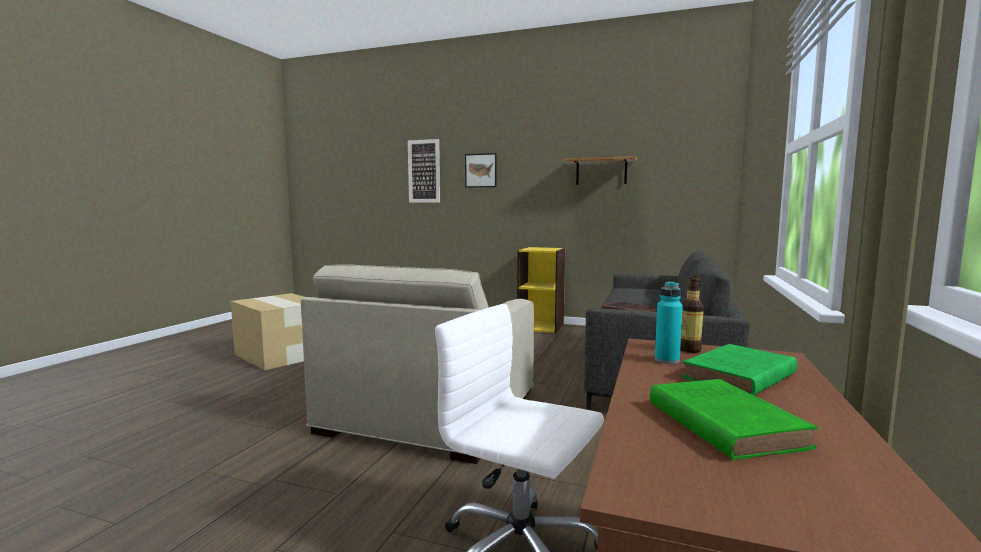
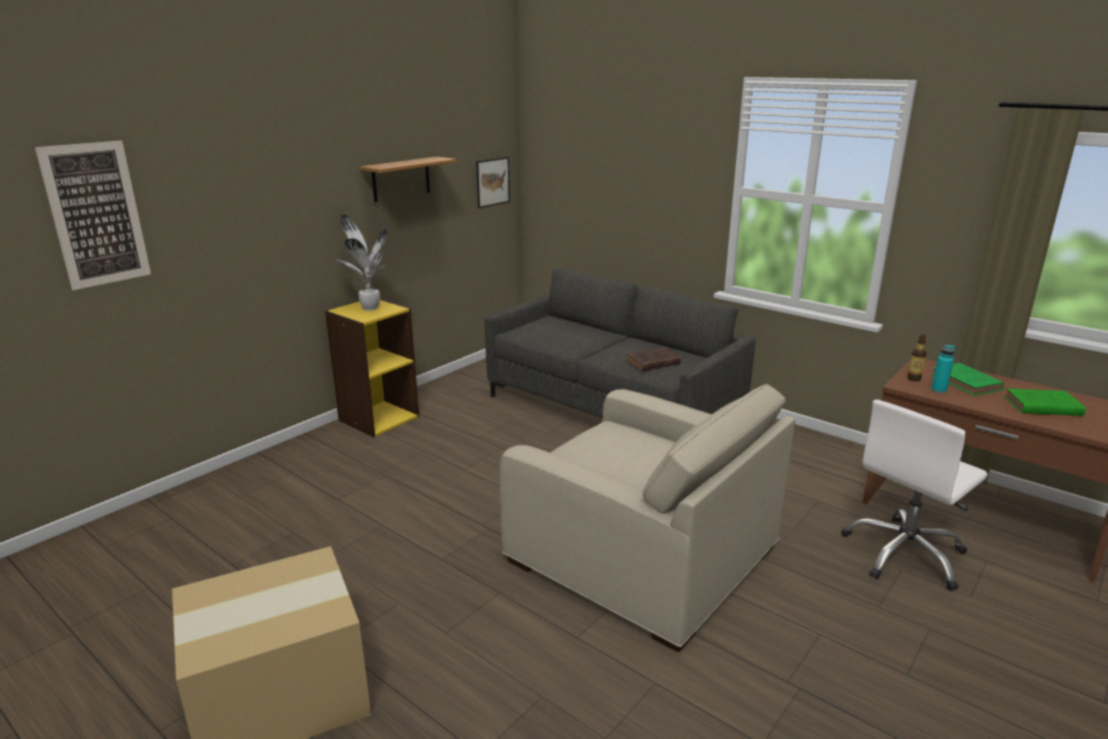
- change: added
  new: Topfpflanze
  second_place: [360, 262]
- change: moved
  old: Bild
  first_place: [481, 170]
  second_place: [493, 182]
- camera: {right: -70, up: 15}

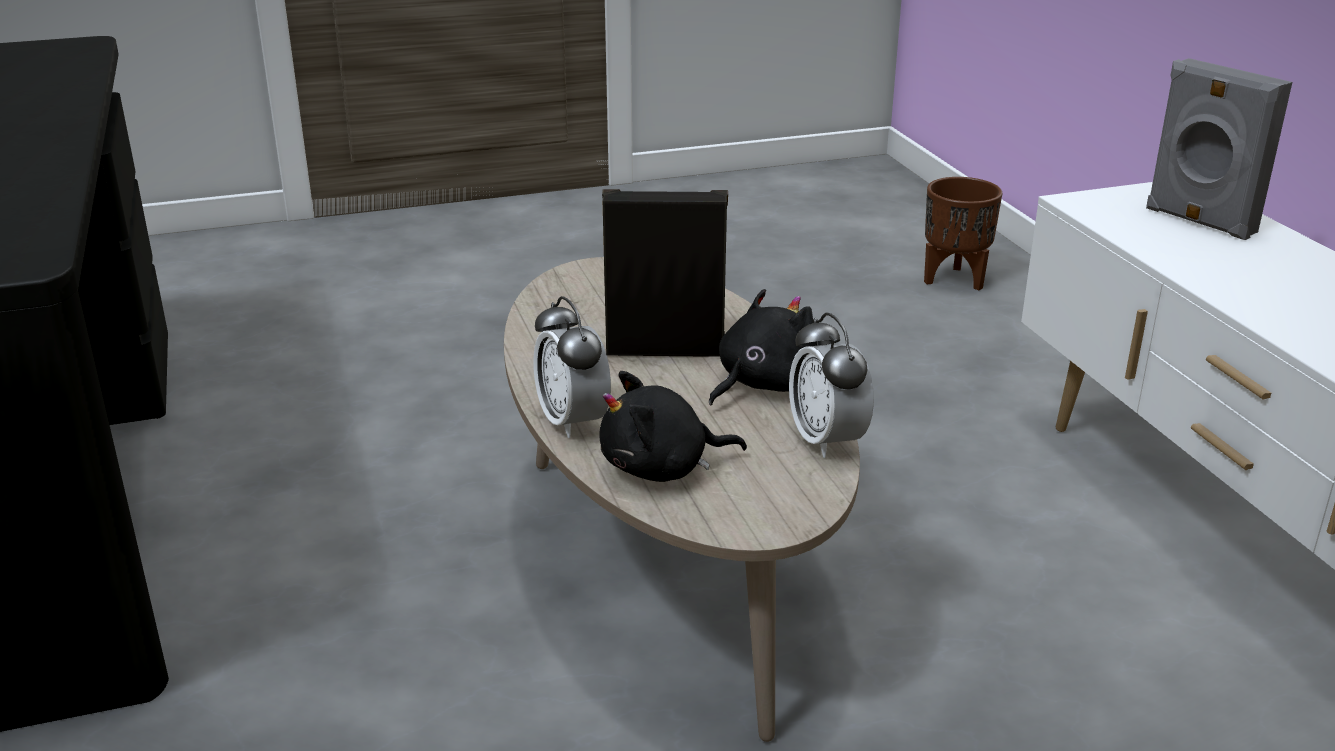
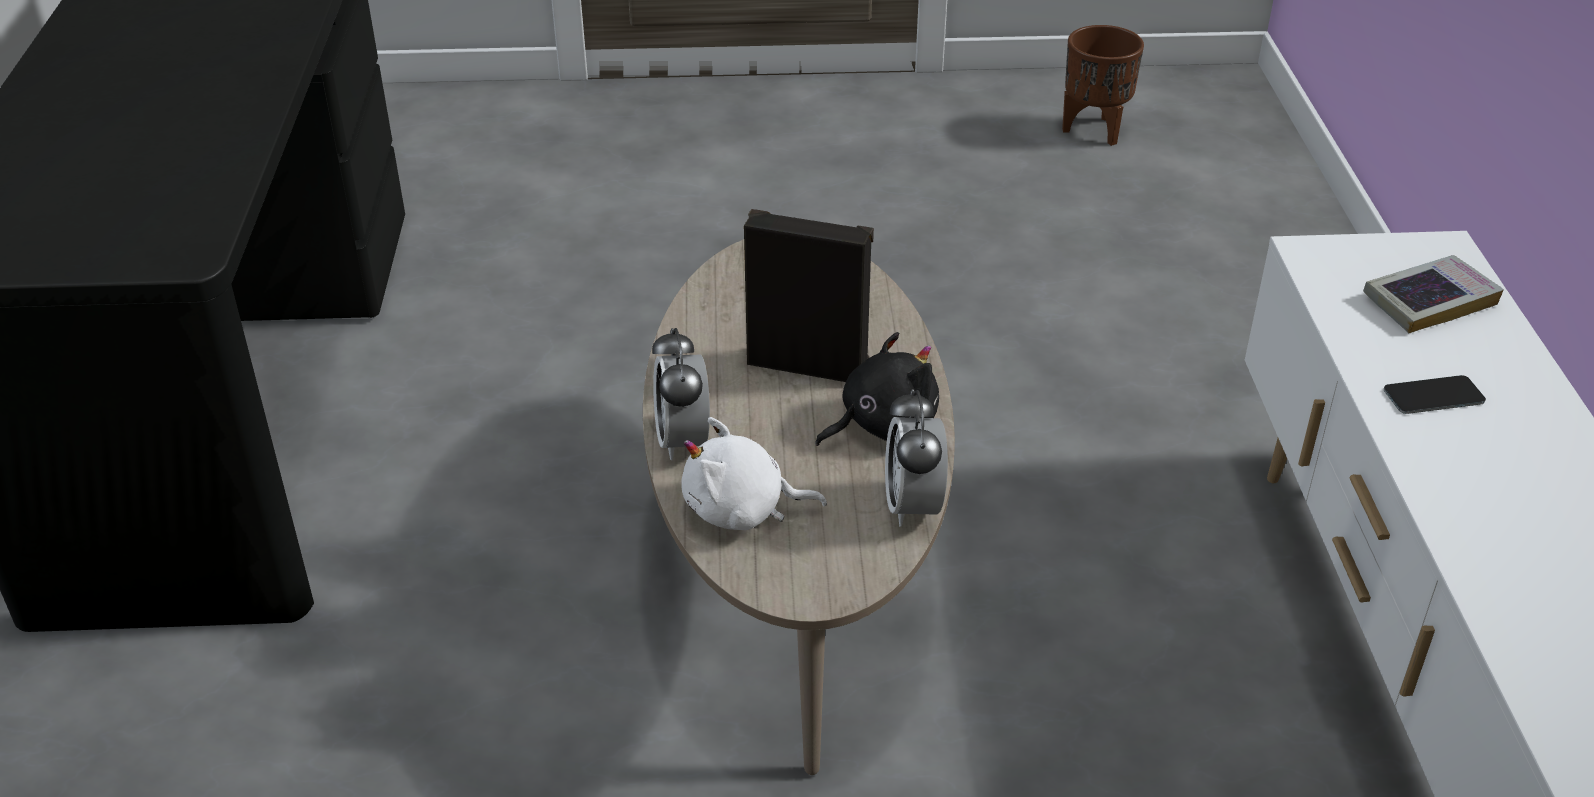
- change: recoloured
  old: Plüschtier [schwarz]
  new: Plüschtier [weiß]
  first_place: [673, 426]
  second_place: [754, 473]
- change: moved
  old: Pflanzkübel [braun]
  first_place: [963, 233]
  second_place: [1103, 85]
- change: replaced
  old: Lautsprecher [grau]
  new: Buch
  first_place: [1219, 149]
  second_place: [1433, 294]
- change: added
  new: Handy
  second_place: [1435, 394]
- camera: {right: 15, up: 10}

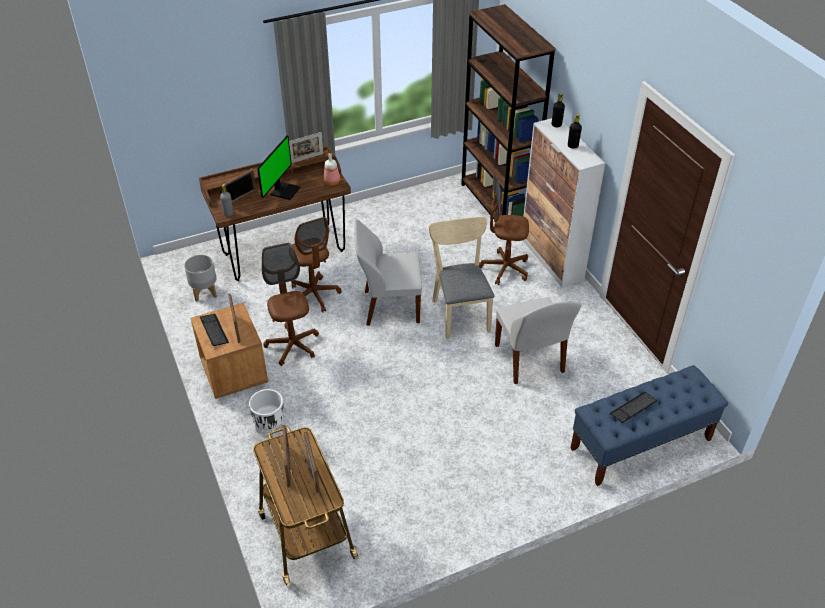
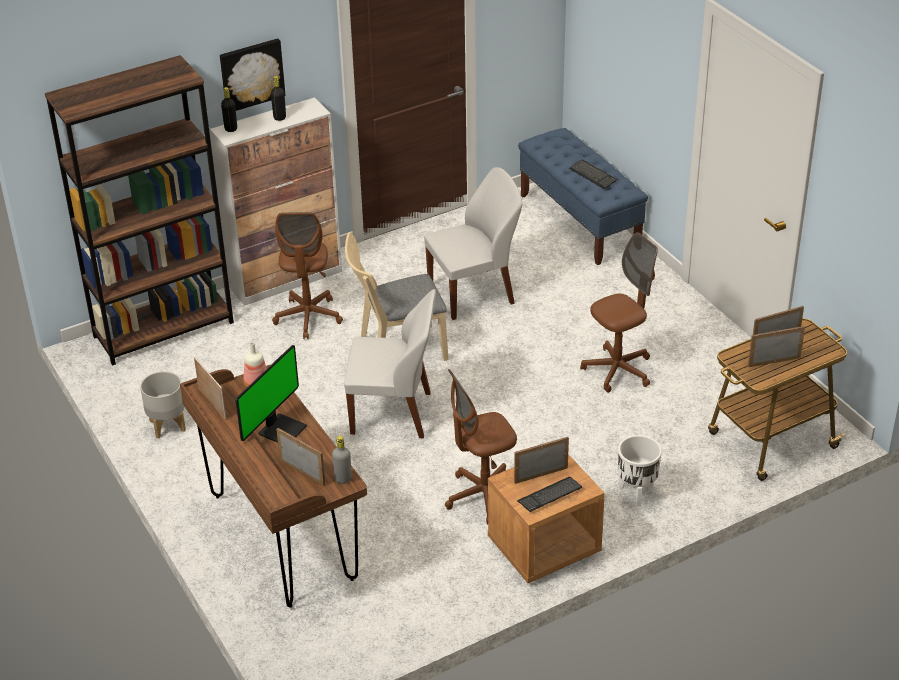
- change: moved
  old: Pflanzkübel [grau]
  first_place: [200, 277]
  second_place: [163, 405]
- change: added
  new: Bild
  second_place: [253, 75]
- change: turned
  old: Monitor
  first_place: [278, 168]
  second_place: [271, 394]
  degrees: 105
- change: turned
  old: Stuhl [weiß]
  first_place: [388, 272]
  second_place: [390, 363]
  degrees: -75
- change: moved
  old: Bürostuhl [braun]
  first_place: [316, 265]
  second_place: [619, 312]
- camera: {right: -95, up: -5}

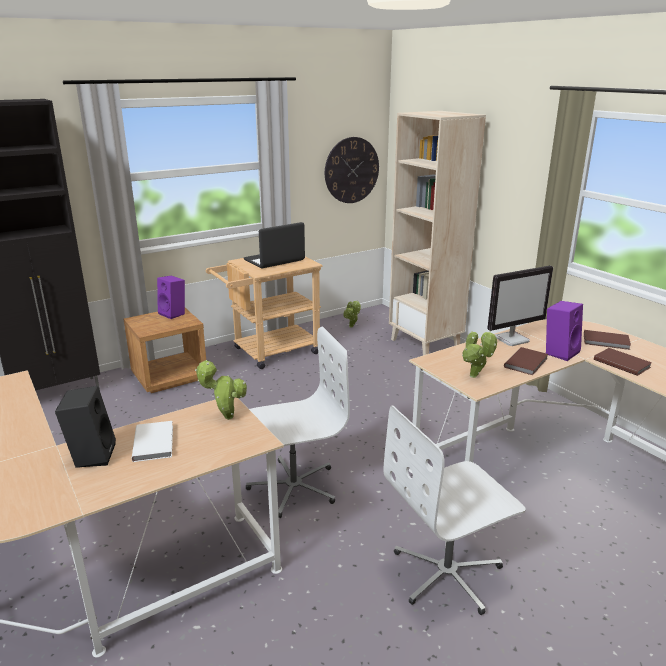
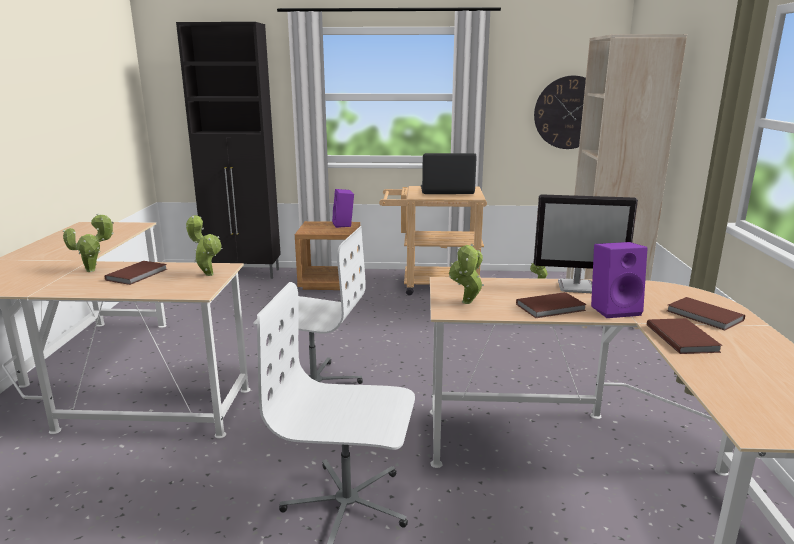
- change: replaced
  old: Lautsprecher [schwarz]
  new: Topfpflanze
  first_place: [85, 426]
  second_place: [88, 242]
- change: recoloured
  old: Buch [weiß]
  new: Buch [braun]
  first_place: [152, 441]
  second_place: [136, 273]
- camera: {right: 35, up: -5}

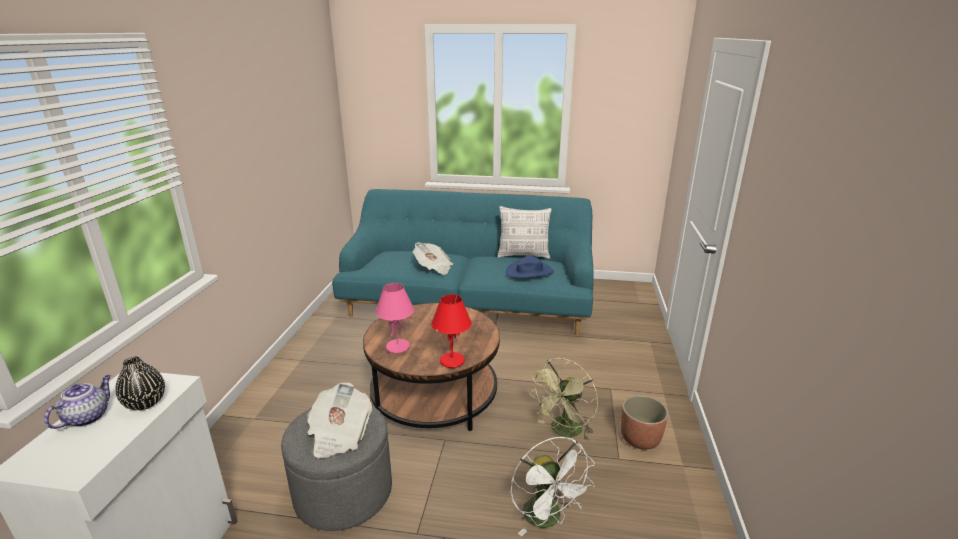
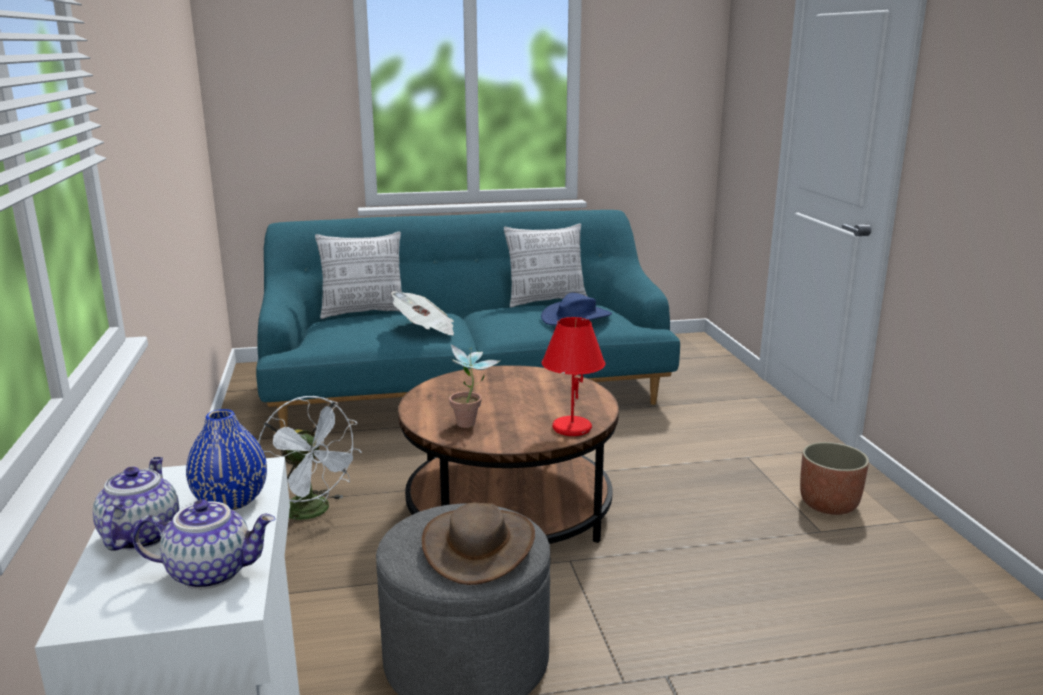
- change: added
  new: Teekanne
  second_place: [203, 544]
- change: recoloured
  old: Vase [schwarz]
  new: Vase [blau]
  first_place: [140, 383]
  second_place: [226, 459]
- change: moved
  old: Ventilator [weiß]
  first_place: [553, 486]
  second_place: [310, 460]
- change: added
  new: Kissen
  second_place: [358, 275]
- change: replaced
  old: Zeitung
  new: Hut [braun]
  first_place: [339, 420]
  second_place: [478, 543]
- change: replaced
  old: Tischlampe [rosa]
  new: Topfpflanze
  first_place: [395, 318]
  second_place: [475, 386]
- change: removed
  old: Ventilator [grün]
  first_place: [563, 400]
- camera: {right: -20, up: -5}

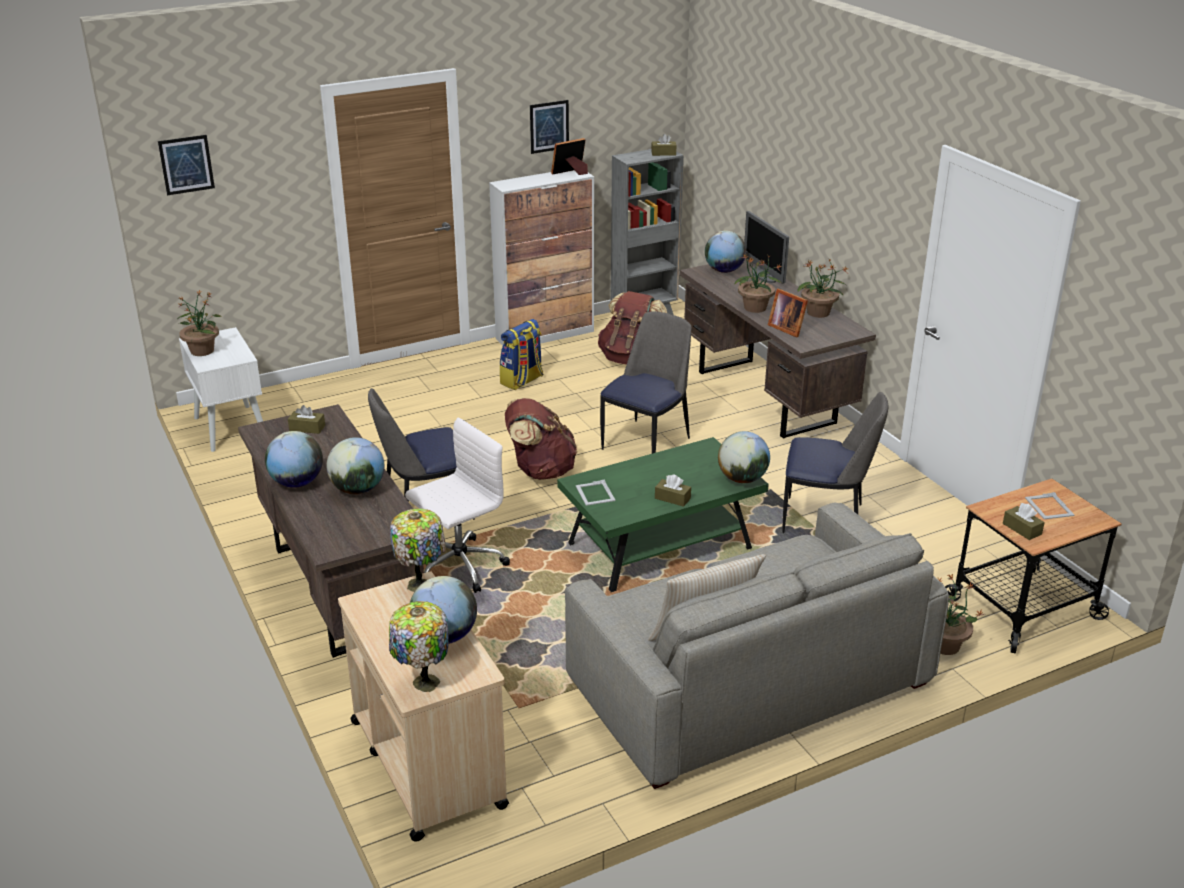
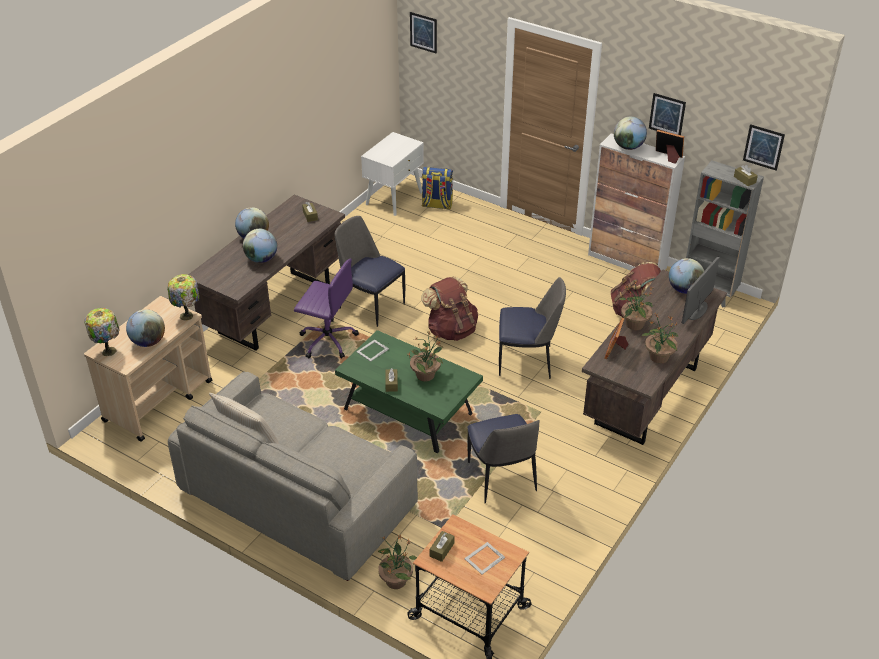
- change: recoloured
  old: Bürostuhl [weiß]
  new: Bürostuhl [lila]
  first_place: [457, 505]
  second_place: [326, 309]
- change: moved
  old: Topfpflanze
  first_place: [200, 323]
  second_place: [425, 356]
- change: moved
  old: Rucksack
  first_place: [521, 354]
  second_place: [437, 188]
- change: moved
  old: Globus
  first_place: [744, 457]
  second_place: [630, 133]
- change: added
  new: Bild
  second_place: [764, 147]
- camera: {right: 60, up: 10}

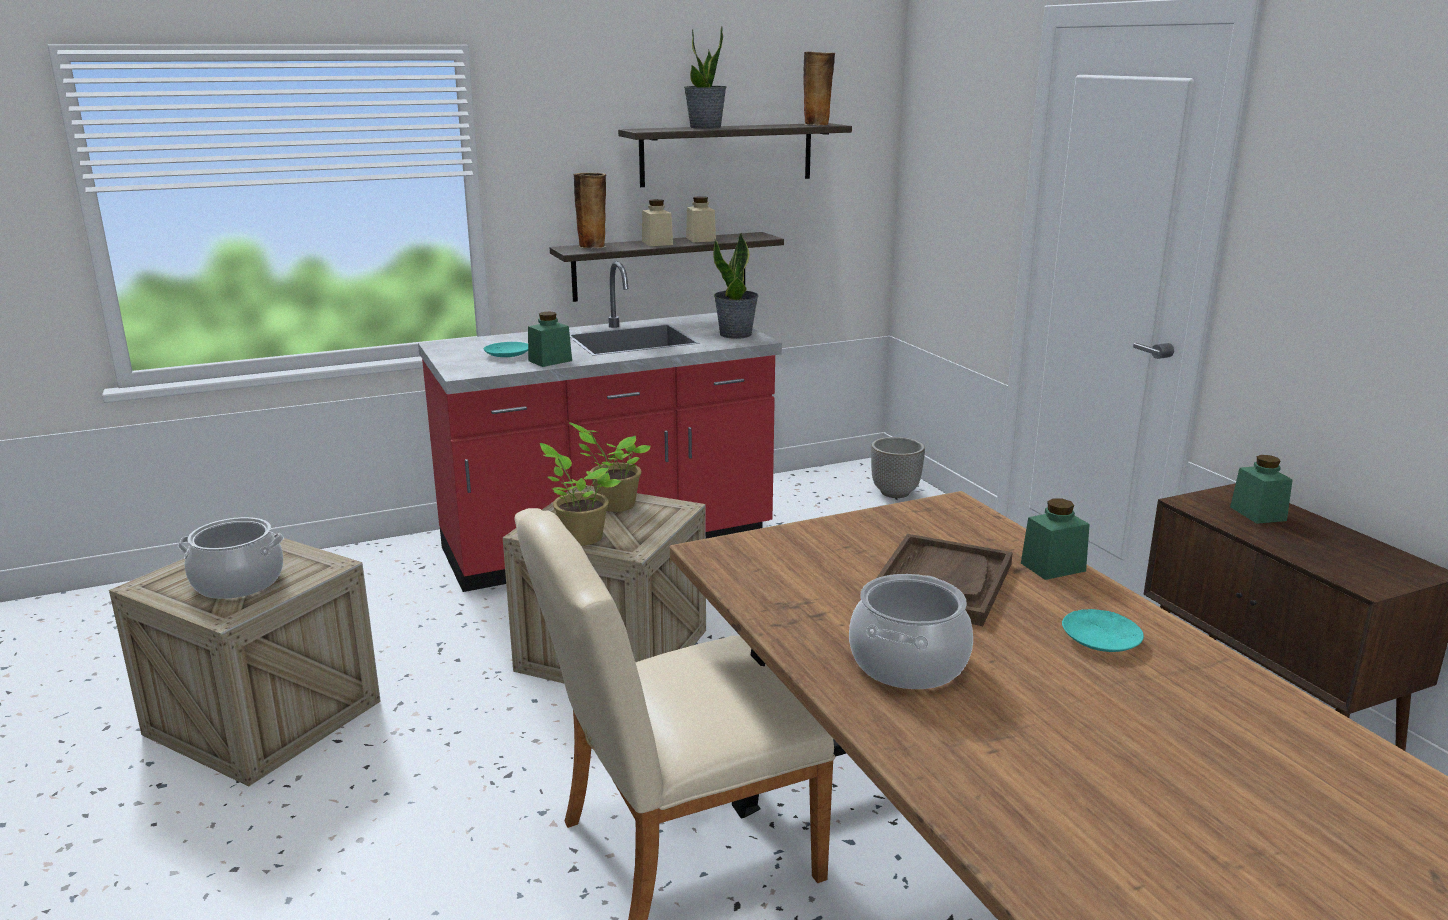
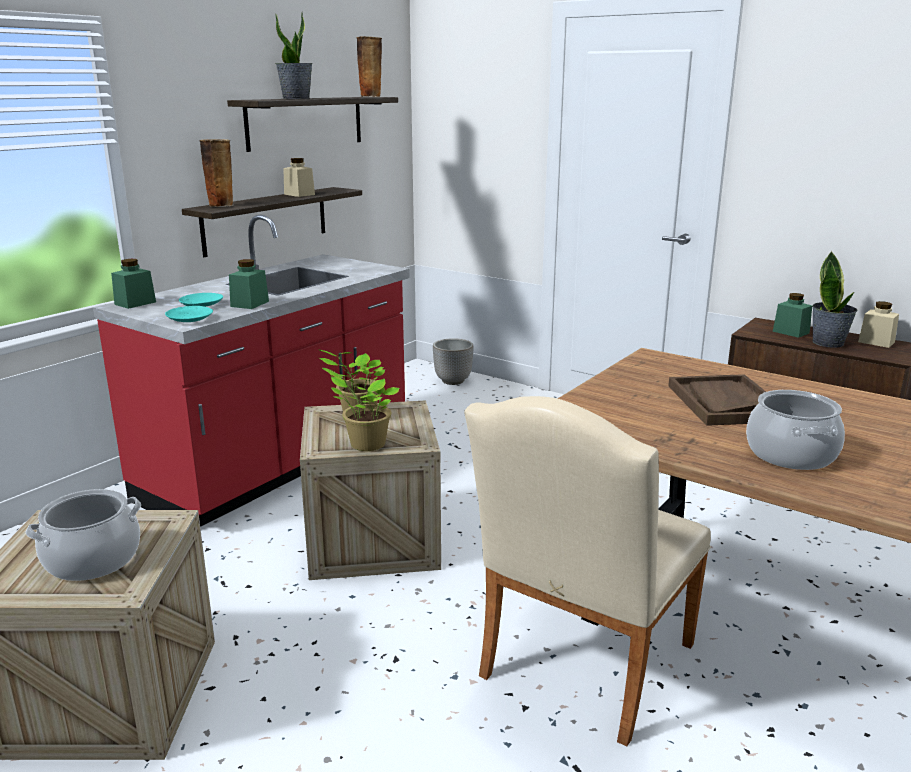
- change: moved
  old: Vorratsglas [grün]
  first_place: [1055, 539]
  second_place: [133, 284]
- change: moved
  old: Teller [türkis]
  first_place: [1103, 630]
  second_place: [189, 314]
- change: moved
  old: Topfpflanze
  first_place: [736, 286]
  second_place: [835, 299]
- change: moved
  old: Vorratsglas [beige]
  first_place: [657, 222]
  second_place: [878, 324]
- camera: {right: -30, up: 0}

